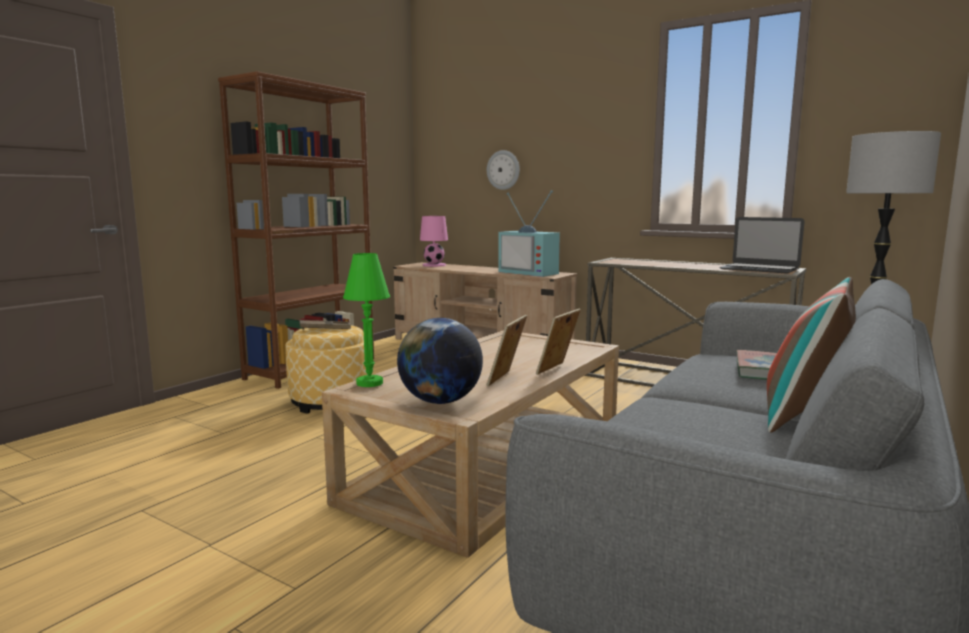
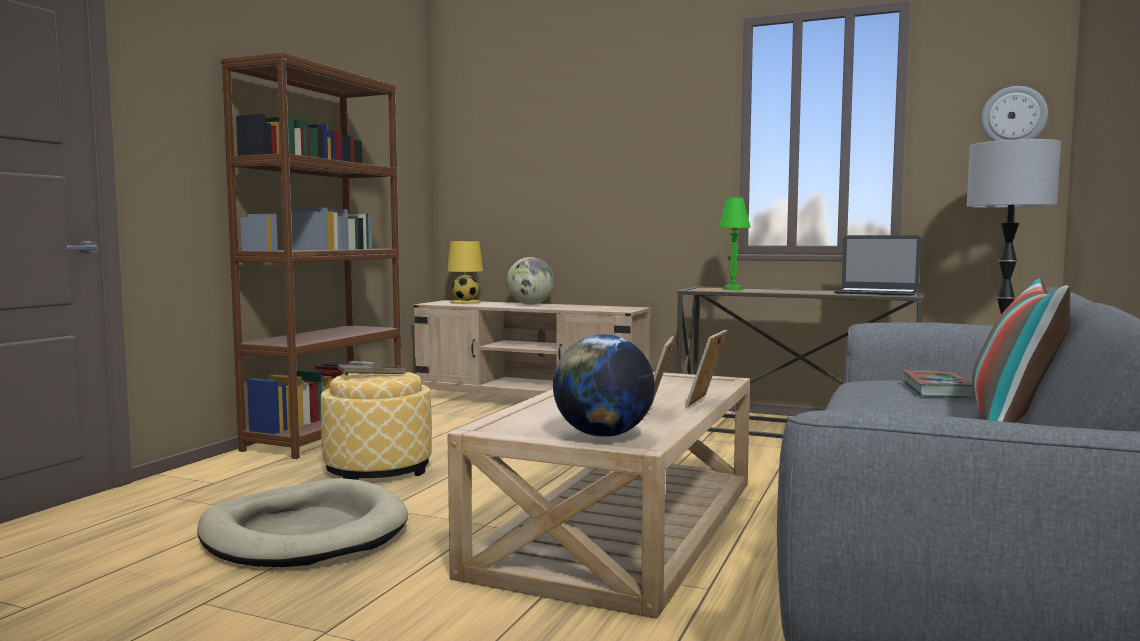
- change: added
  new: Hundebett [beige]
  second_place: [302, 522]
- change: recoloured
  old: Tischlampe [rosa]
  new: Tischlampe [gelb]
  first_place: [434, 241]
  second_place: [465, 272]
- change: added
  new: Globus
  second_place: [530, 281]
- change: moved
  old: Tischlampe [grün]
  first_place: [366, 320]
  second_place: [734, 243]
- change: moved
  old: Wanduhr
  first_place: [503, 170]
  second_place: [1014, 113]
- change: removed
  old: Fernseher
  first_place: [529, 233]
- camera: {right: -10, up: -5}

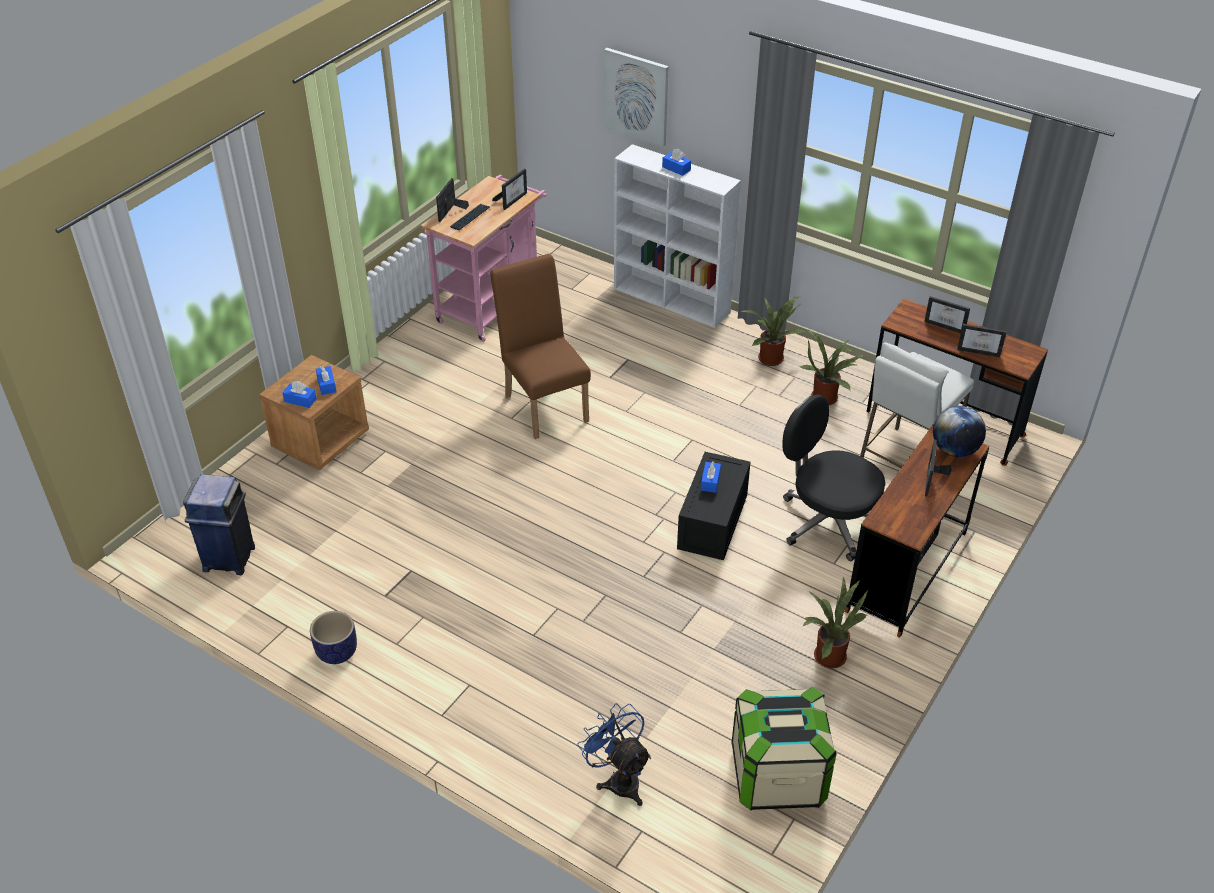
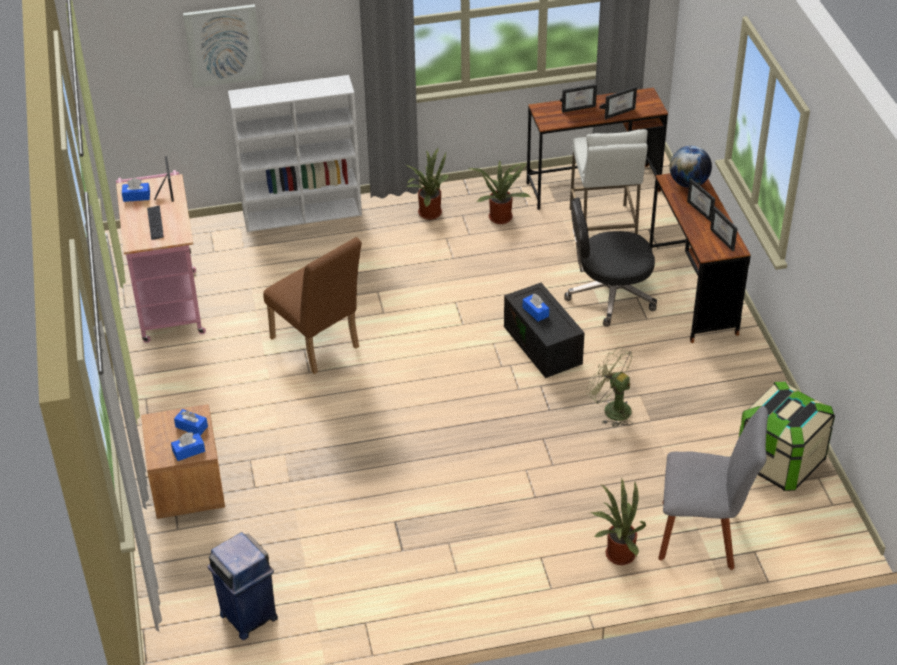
- change: moved
  old: Taschentuchbox [blau]
  first_place: [676, 162]
  second_place: [136, 190]
- change: turned
  old: Stuhl [braun]
  first_place: [540, 346]
  second_place: [312, 305]
  degrees: -150
- change: added
  new: Ventilator [grün]
  second_place: [609, 387]
- change: moved
  old: Topfpflanze
  first_place: [835, 622]
  second_place: [617, 522]
- change: replaced
  old: Ventilator [blau]
  new: Stuhl [grau]
  first_place: [614, 754]
  second_place: [713, 488]
- change: moved
  old: Bilderrahmen
  first_place: [452, 200]
  second_place: [724, 229]
- change: removed
  old: Pflanzkübel
  first_place: [333, 637]
- camera: {right: -45, up: 0}

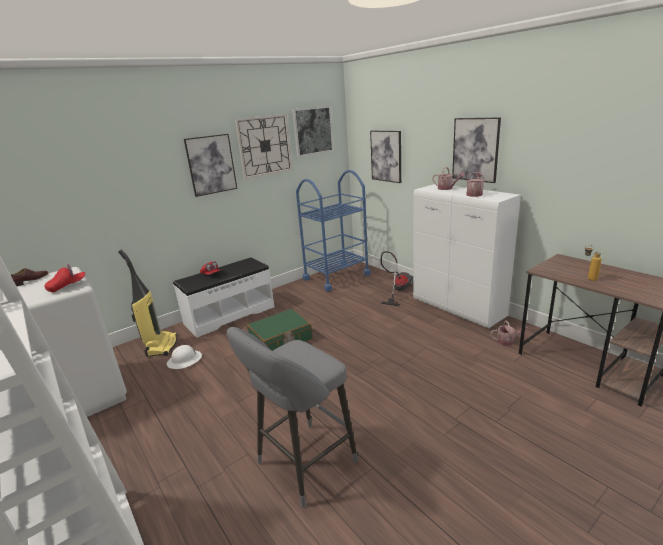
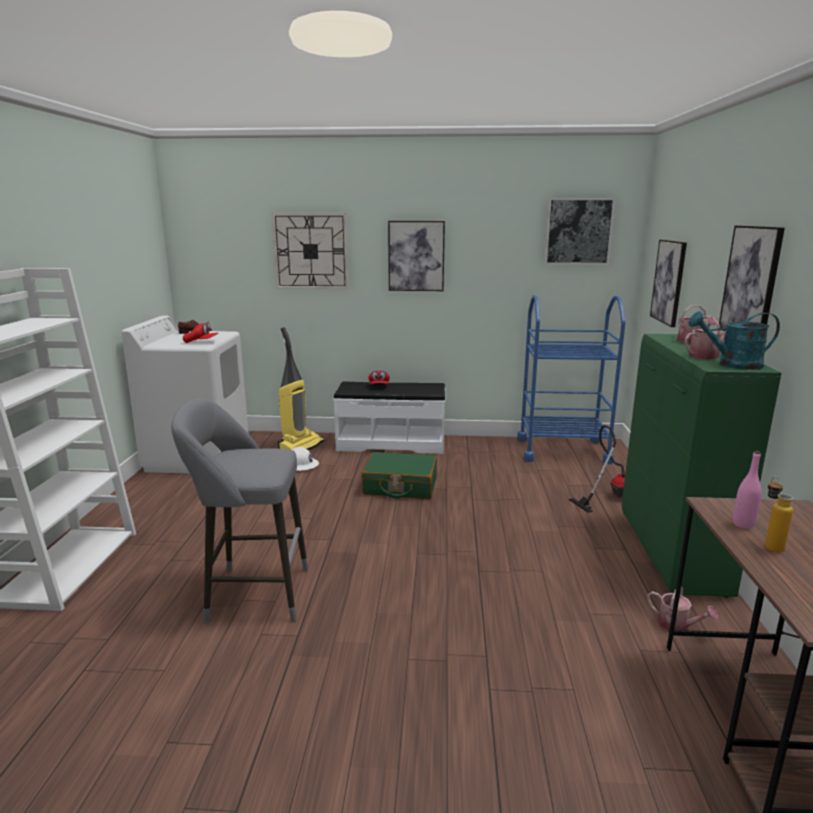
- change: moved
  old: Wanduhr
  first_place: [263, 146]
  second_place: [310, 251]
- change: recoloured
  old: Schrank [weiß]
  new: Schrank [grün]
  first_place: [467, 256]
  second_place: [702, 466]
- change: added
  new: Gießkanne [türkis]
  second_place: [734, 340]
- change: added
  new: Flasche [rosa]
  second_place: [747, 490]
- camera: {right: 40, up: -5}

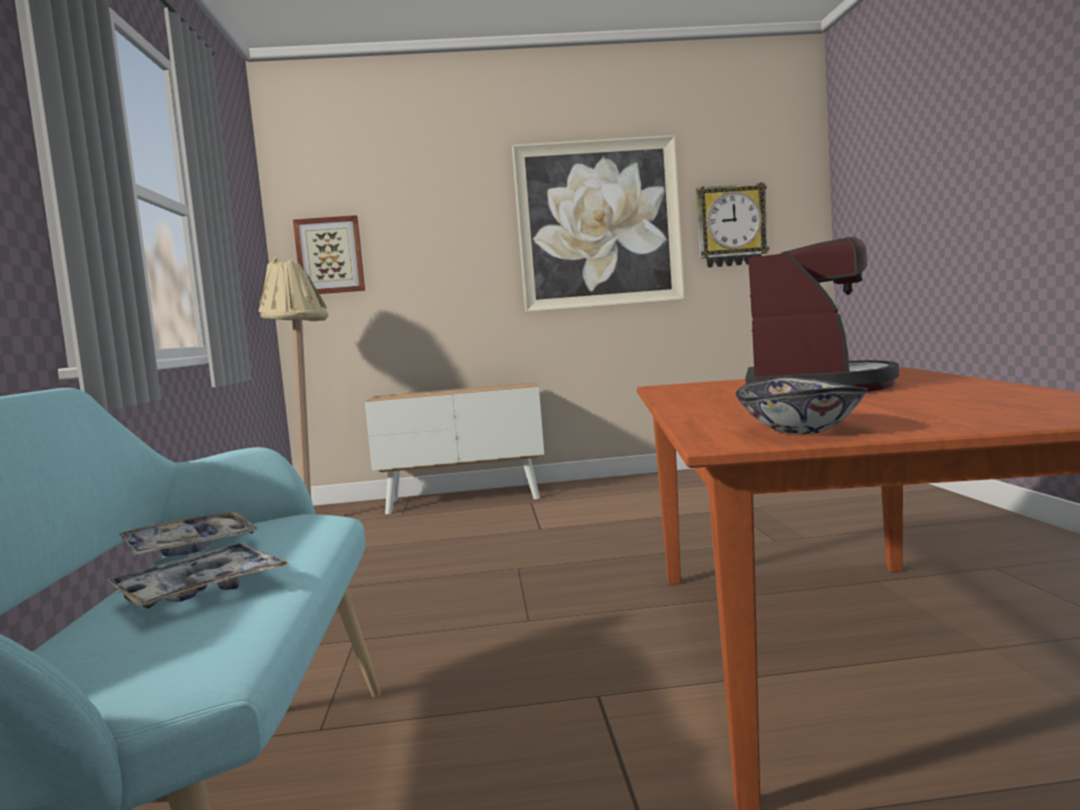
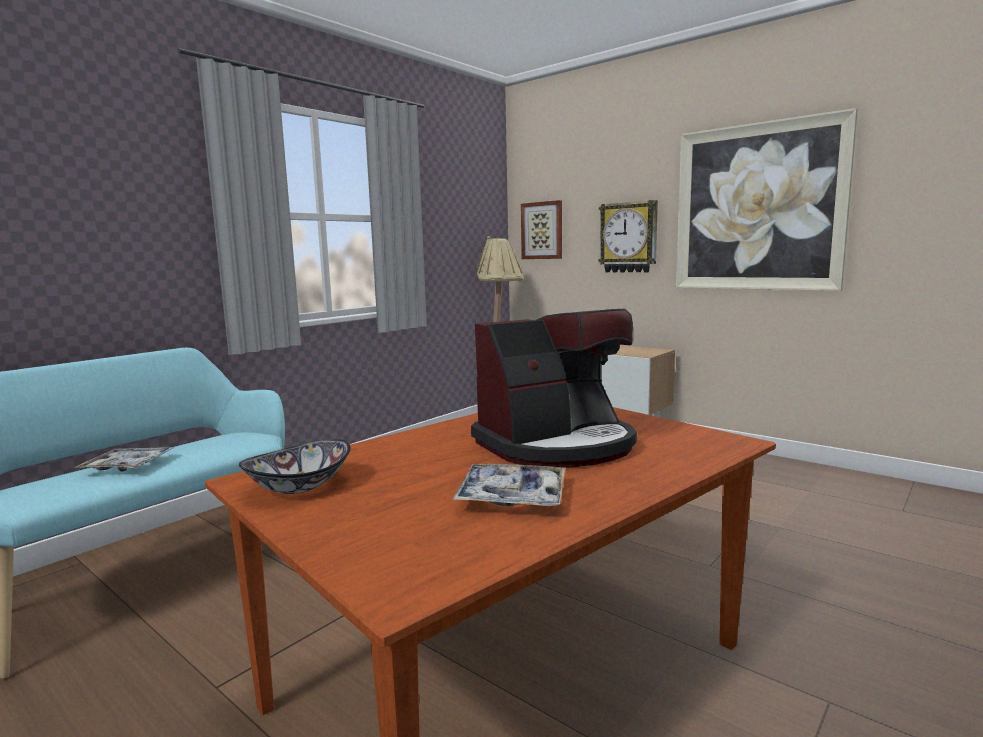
- change: moved
  old: Tablett
  first_place: [189, 533]
  second_place: [508, 485]
- change: moved
  old: Wanduhr
  first_place: [733, 225]
  second_place: [628, 236]
- camera: {right: 45, up: 5}

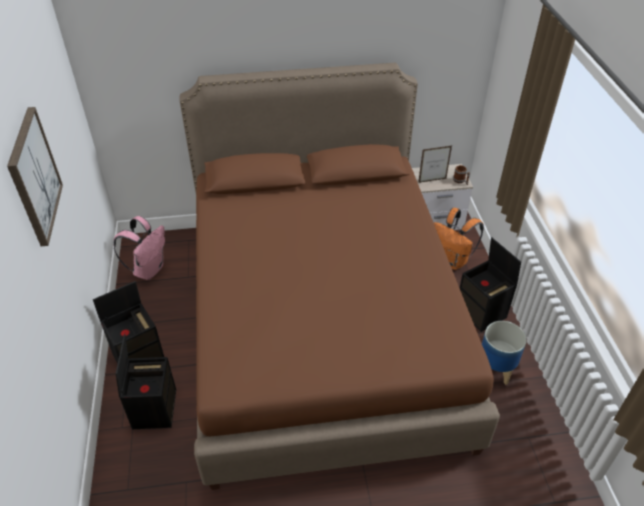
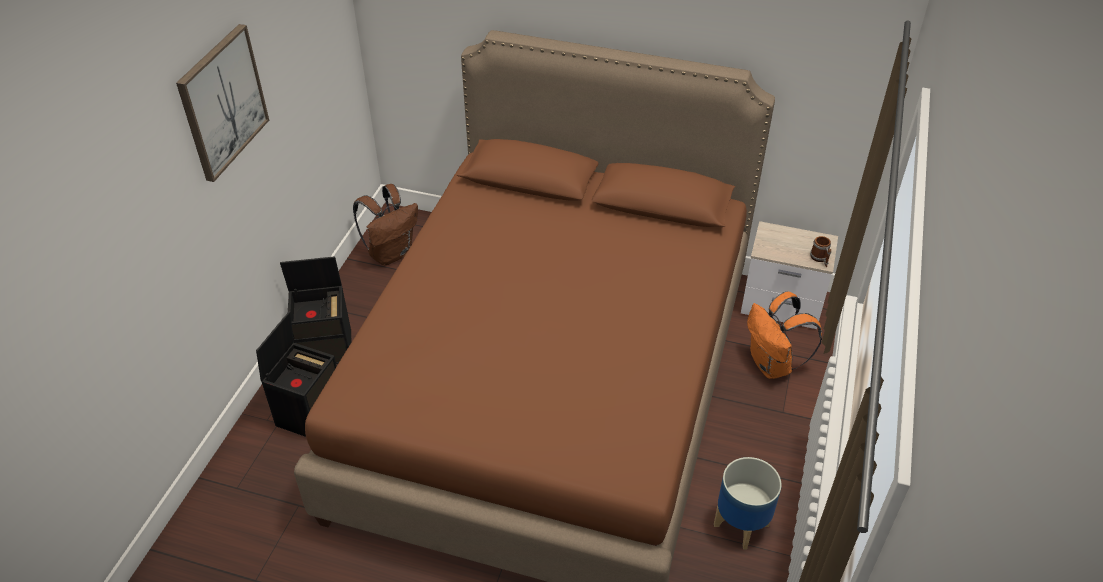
- change: recoloured
  old: Rucksack [rosa]
  new: Rucksack [braun]
  first_place: [139, 248]
  second_place: [385, 224]
- change: removed
  old: Bilderrahmen
  first_place: [435, 164]
- change: removed
  old: Aufbewahrungsbox [schwarz]
  first_place: [490, 284]
- camera: {right: 25, up: 0}

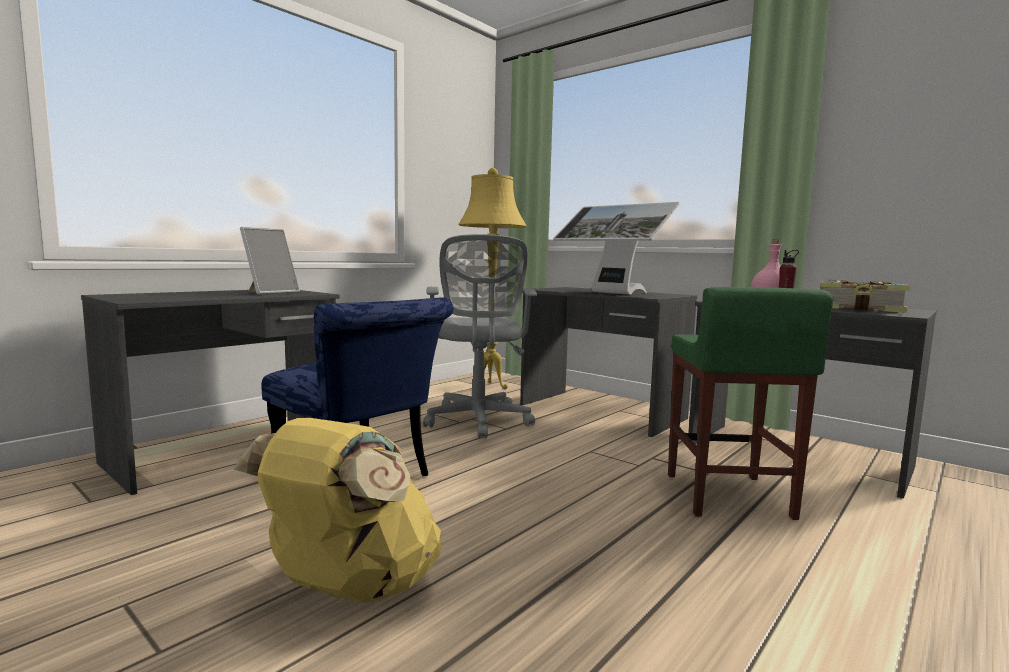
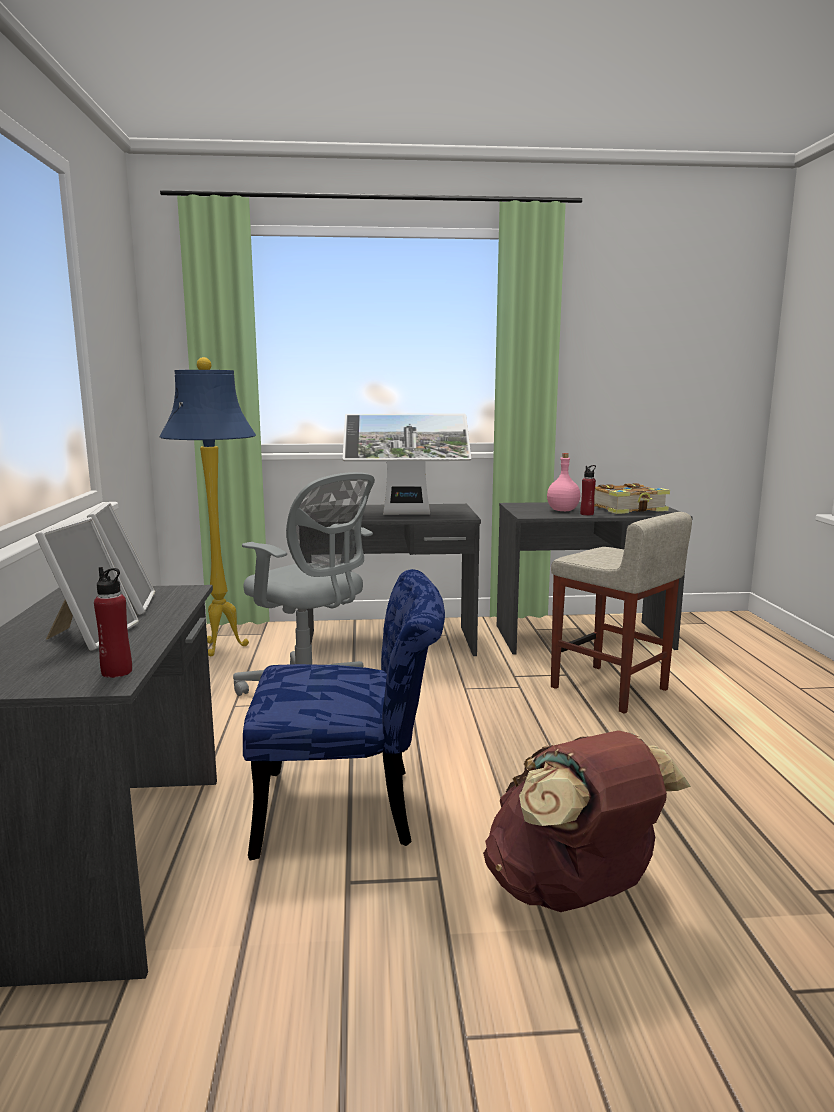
- change: added
  new: Bilderrahmen
  second_place: [87, 584]
- change: added
  new: Flasche [rot]
  second_place: [113, 622]
- change: recoloured
  old: Stehlampe [gelb]
  new: Stehlampe [blau]
  first_place: [492, 278]
  second_place: [208, 506]
- change: recoloured
  old: Rucksack [gelb]
  new: Rucksack [braun]
  first_place: [337, 510]
  second_place: [587, 821]
- change: recoloured
  old: Hocker [grün]
  new: Hocker [beige]
  first_place: [750, 403]
  second_place: [621, 613]
- camera: {right: -45, up: 5}

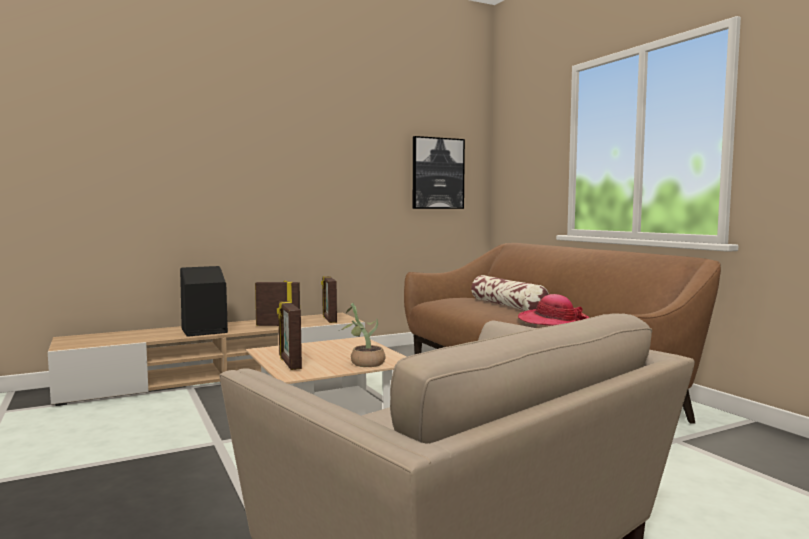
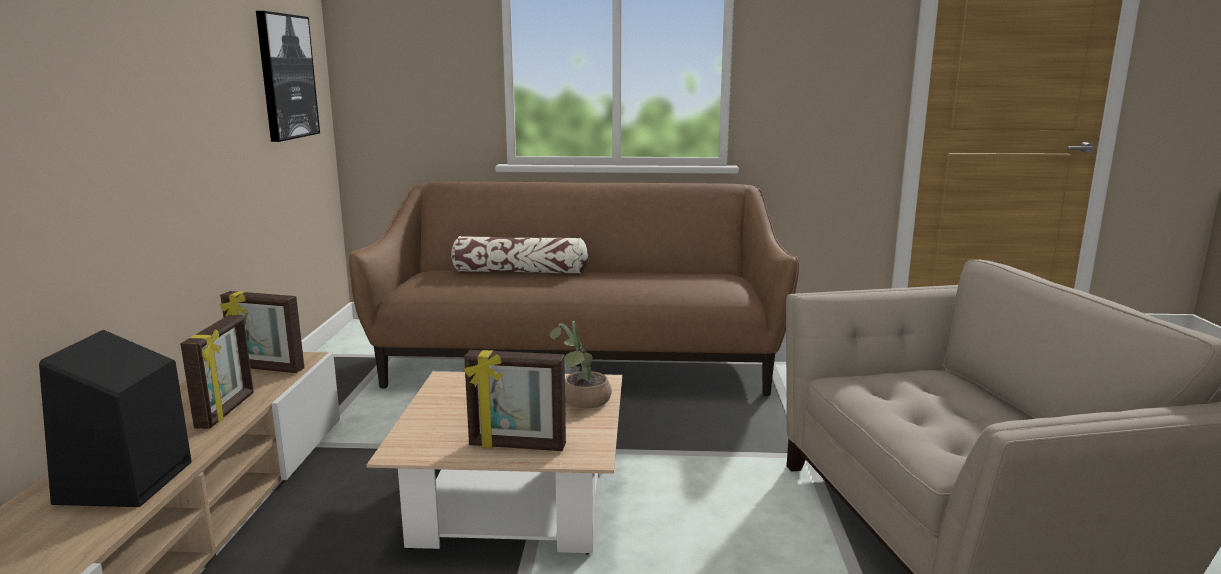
- change: turned
  old: Bilderrahmen
  first_place: [277, 303]
  second_place: [217, 372]
  degrees: 150
- change: removed
  old: Hut
  first_place: [553, 310]
- camera: {right: -60, up: 10}

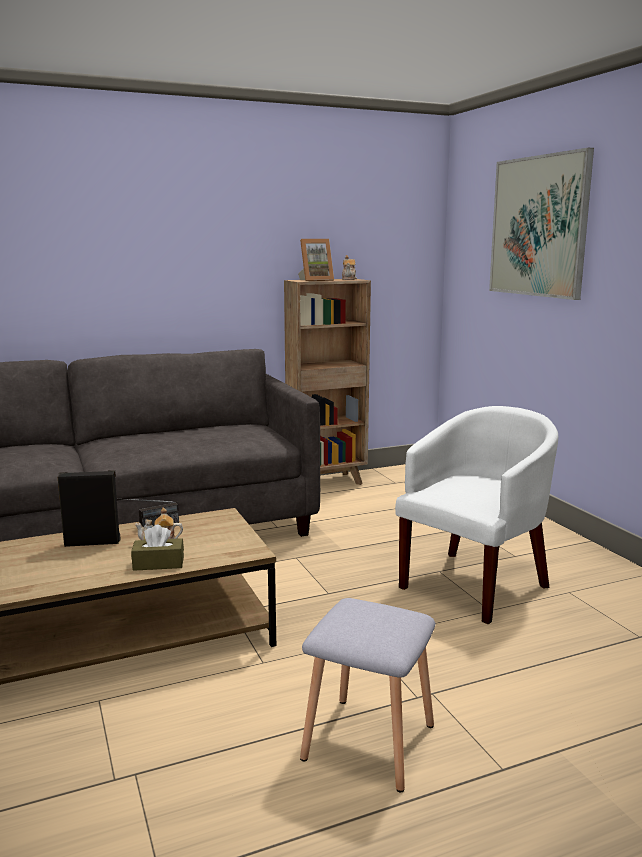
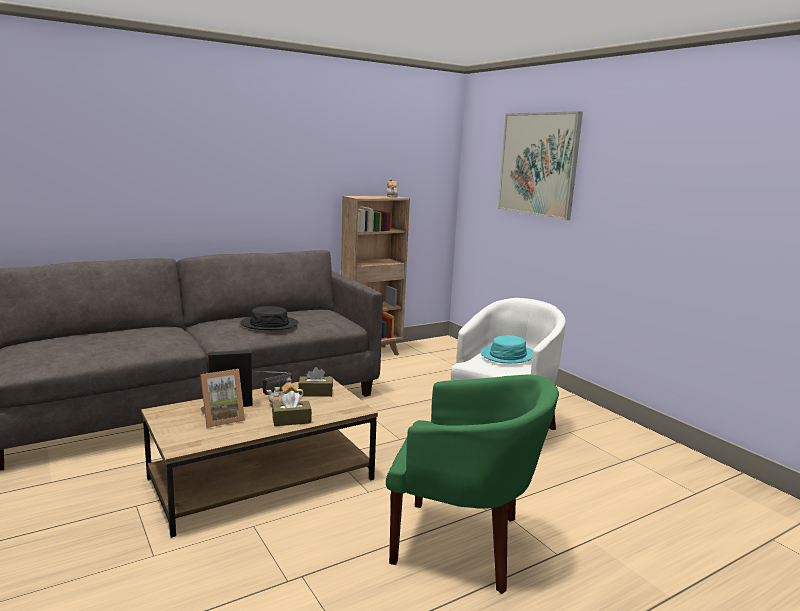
- change: moved
  old: Bilderrahmen
  first_place: [316, 260]
  second_place: [222, 398]
- change: added
  new: Hut [schwarz]
  second_place: [269, 318]
- change: added
  new: Taschentuchbox [braun]
  second_place: [315, 382]
- change: replaced
  old: Hocker [grau]
  new: Sessel [grün]
  first_place: [368, 695]
  second_place: [472, 484]
- change: added
  new: Hut [türkis]
  second_place: [507, 349]
- camera: {right: -10, up: 0}

